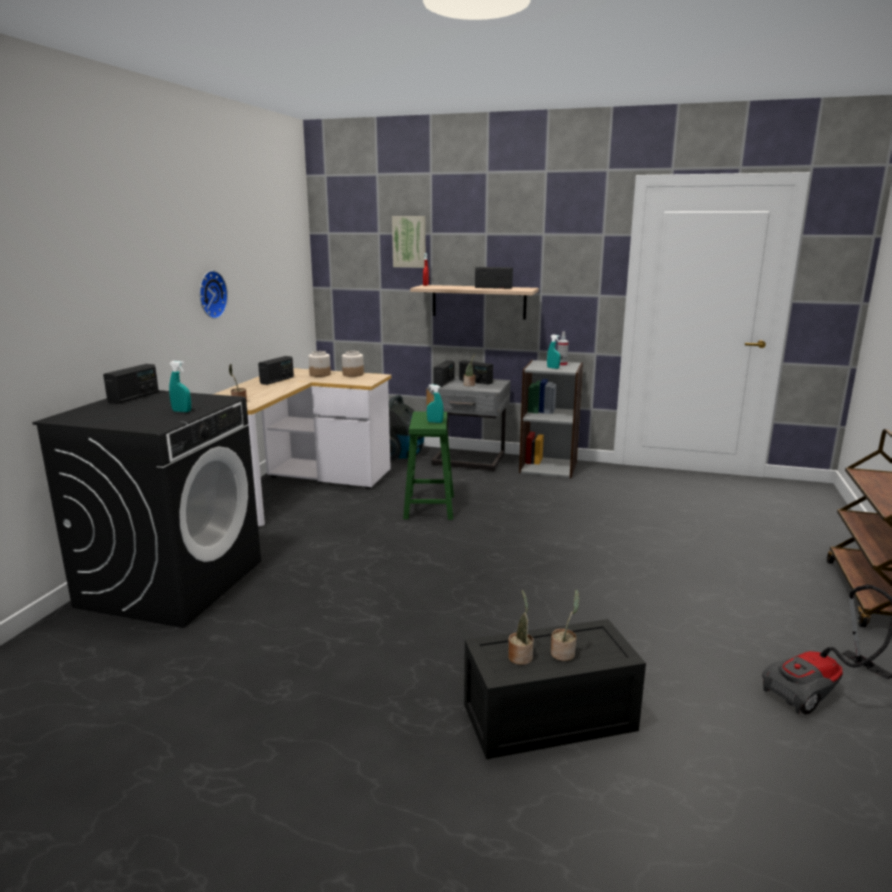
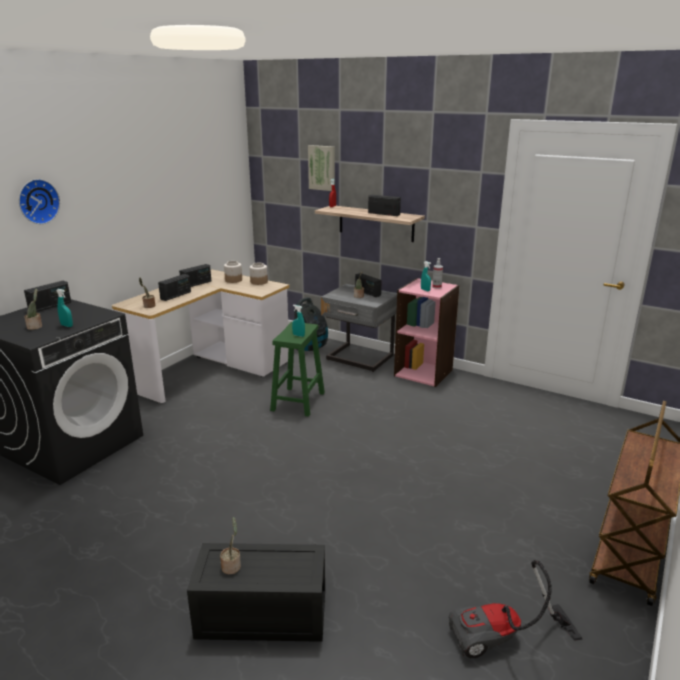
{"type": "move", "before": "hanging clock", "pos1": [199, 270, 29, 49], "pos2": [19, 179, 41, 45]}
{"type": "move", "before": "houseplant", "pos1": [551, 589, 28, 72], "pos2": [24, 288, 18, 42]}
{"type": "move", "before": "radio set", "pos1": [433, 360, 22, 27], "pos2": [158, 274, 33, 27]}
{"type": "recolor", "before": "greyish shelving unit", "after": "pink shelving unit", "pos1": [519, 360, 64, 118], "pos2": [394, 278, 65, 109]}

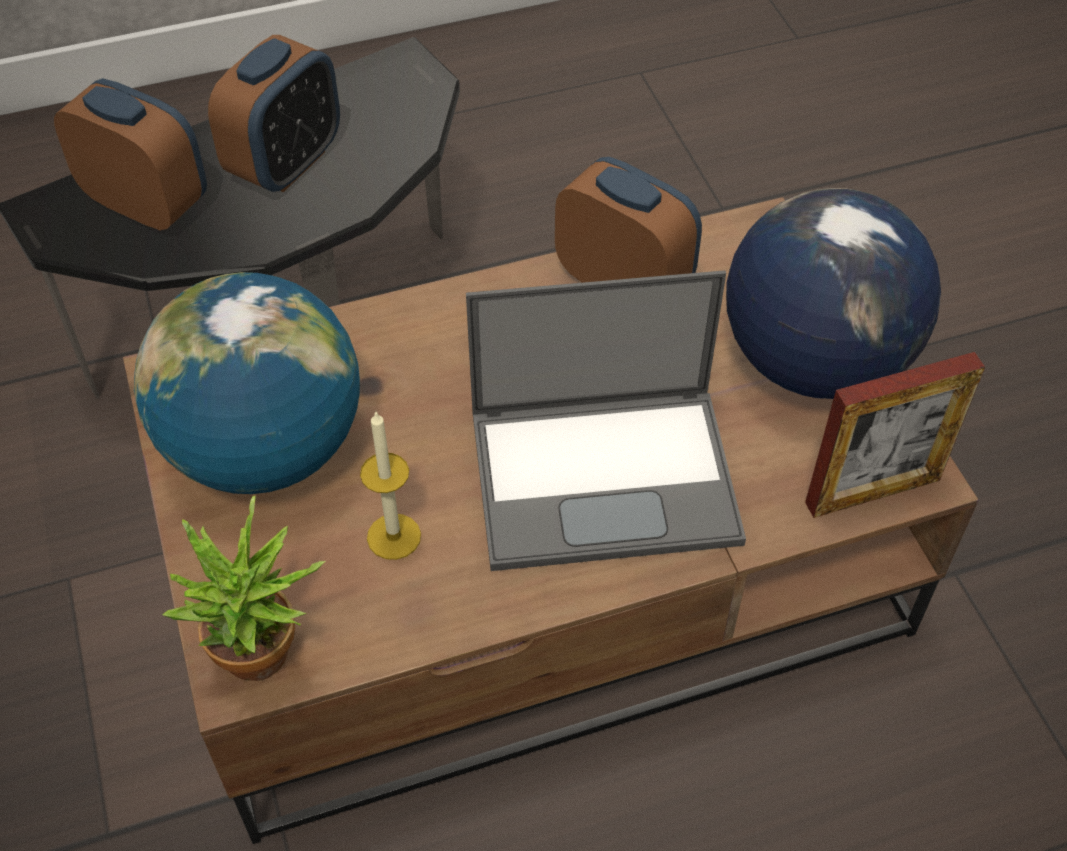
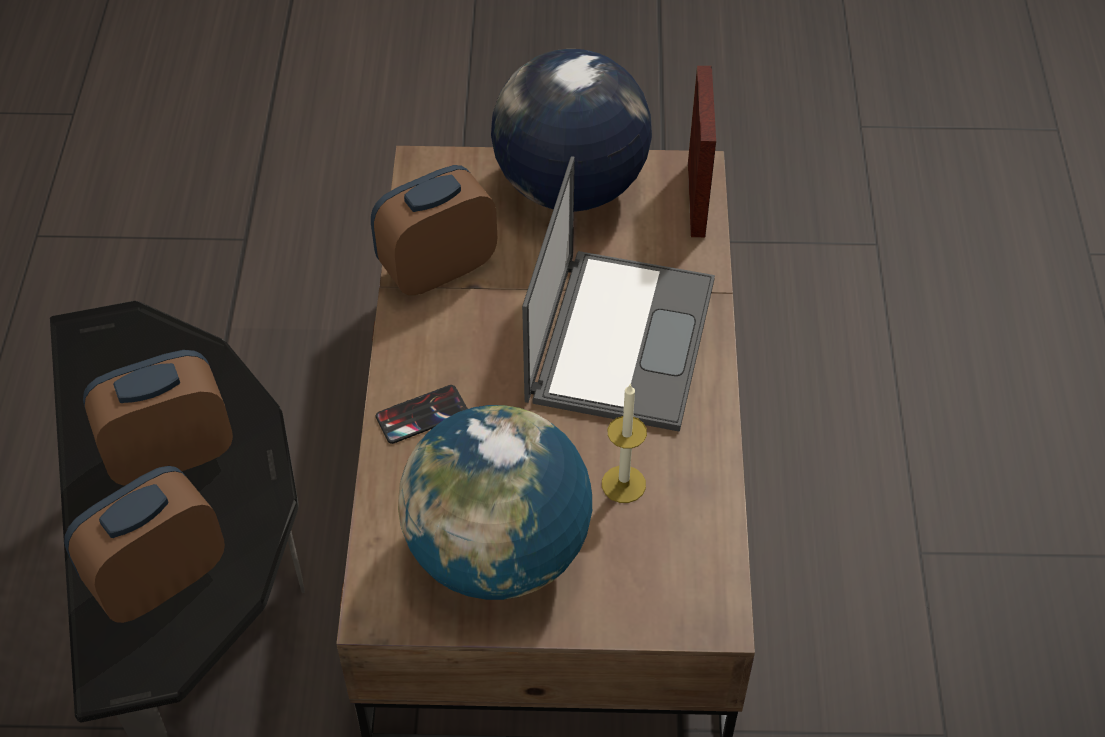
{"type": "rotate", "before": "table clock", "pos1": [208, 35, 132, 157], "pos2": [83, 350, 150, 136], "turn": -75}
{"type": "insert", "after": "phone", "pos2": [376, 385, 92, 59]}
{"type": "delete", "before": "houseplant", "pos1": [162, 495, 164, 186]}

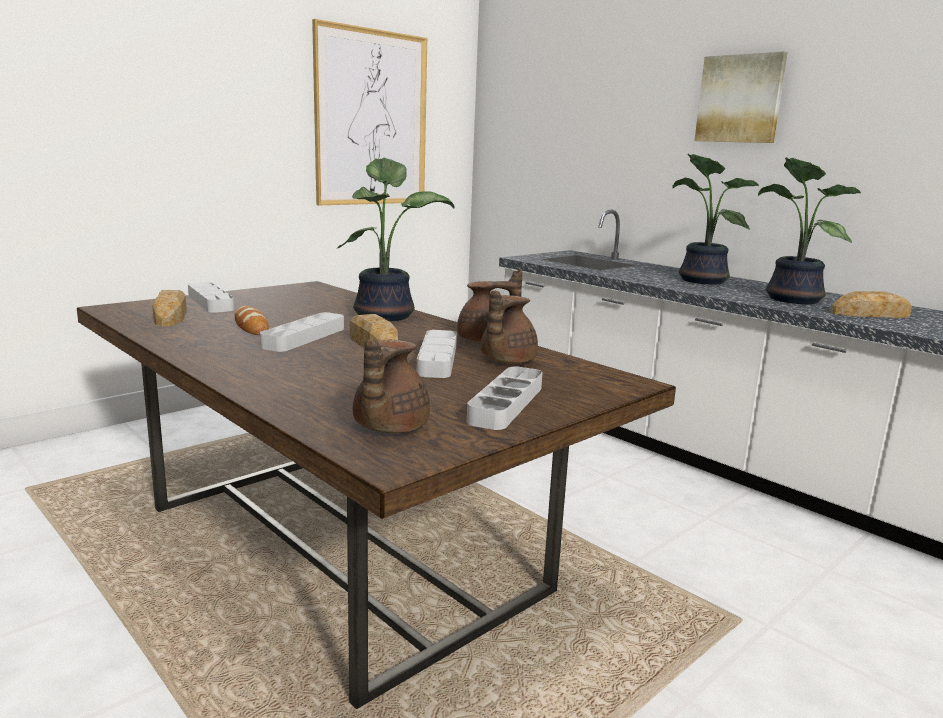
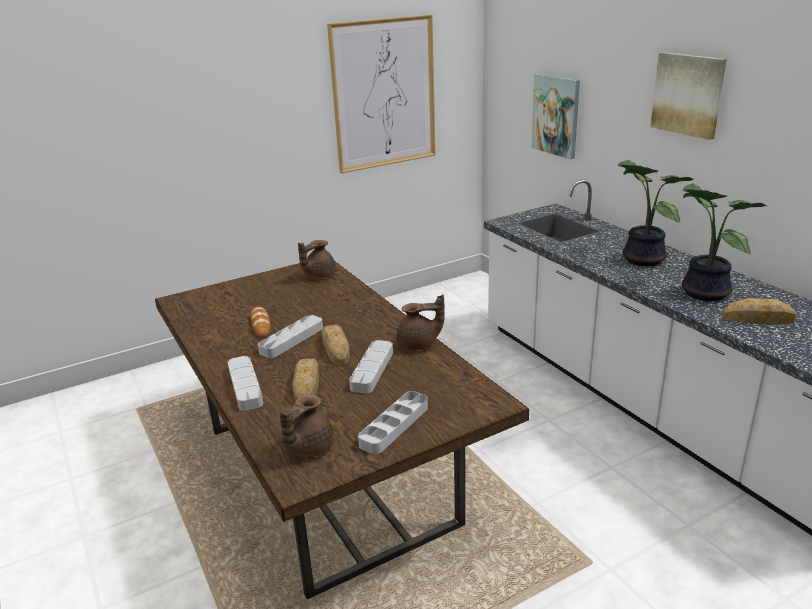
{"type": "move", "before": "greyish carrying tray", "pos1": [188, 282, 46, 31], "pos2": [228, 356, 35, 55]}
{"type": "move", "before": "baked bread", "pos1": [152, 290, 35, 37], "pos2": [292, 358, 27, 43]}
{"type": "move", "before": "brownish tea pot", "pos1": [480, 290, 58, 74], "pos2": [298, 240, 37, 38]}
{"type": "insert", "after": "wall picture", "pos2": [531, 73, 49, 86]}
{"type": "delete", "before": "houseplant", "pos1": [337, 158, 117, 163]}

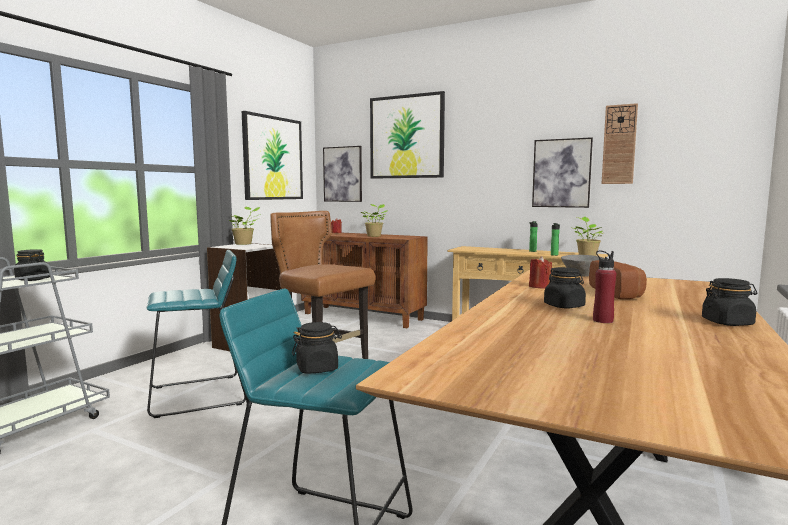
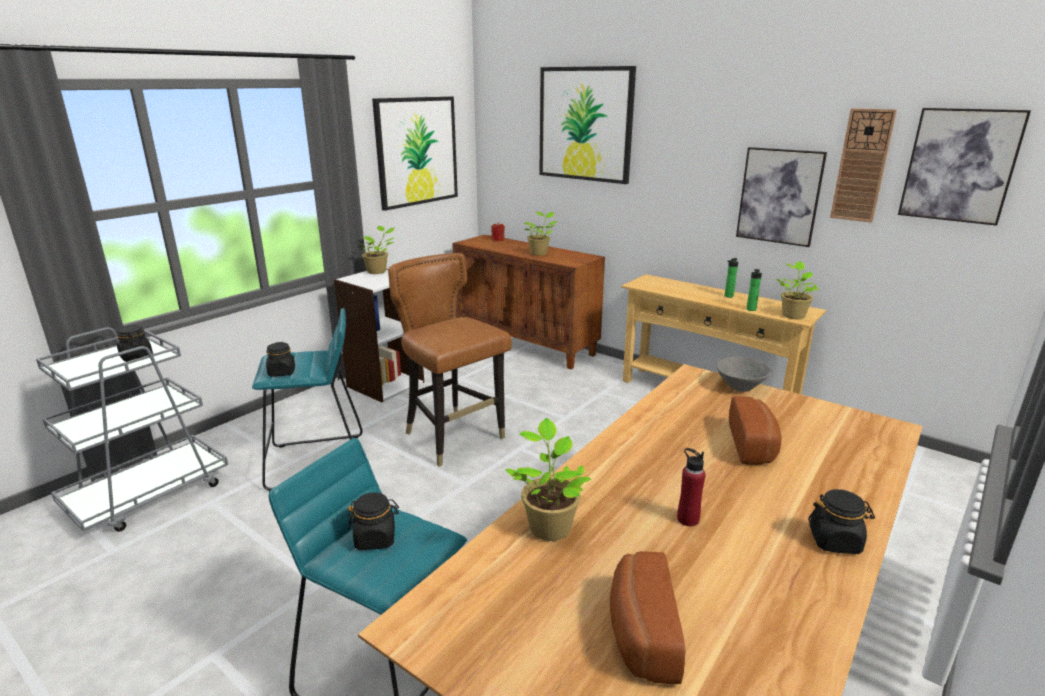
{"type": "move", "before": "black jar", "pos1": [544, 267, 42, 41], "pos2": [266, 342, 29, 35]}
{"type": "insert", "after": "houseplant", "pos2": [505, 418, 86, 123]}
{"type": "insert", "after": "baked bread", "pos2": [610, 551, 76, 133]}
{"type": "move", "before": "wall picture", "pos1": [323, 146, 39, 56], "pos2": [898, 108, 133, 118]}
{"type": "delete", "before": "red-coloured wax candle", "pos1": [529, 256, 23, 33]}

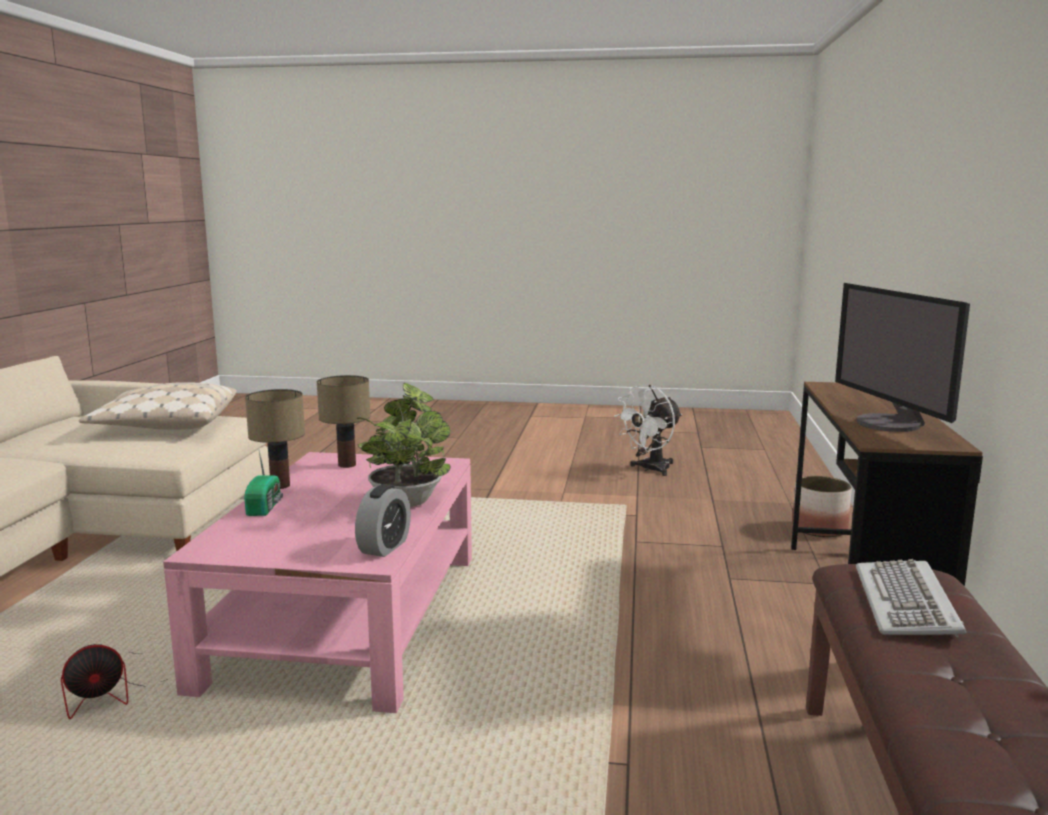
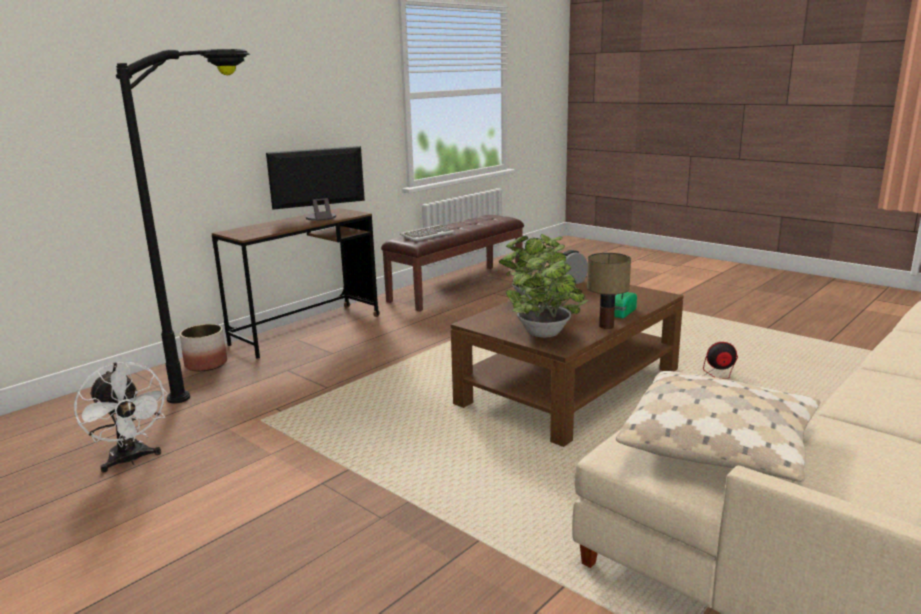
{"type": "rotate", "before": "whitish fan", "pos1": [614, 385, 68, 91], "pos2": [74, 362, 94, 110], "turn": 60}
{"type": "insert", "after": "black standard lamp", "pos2": [116, 49, 134, 355]}
{"type": "rotate", "before": "computer display", "pos1": [835, 283, 135, 149], "pos2": [266, 146, 99, 75], "turn": -135}
{"type": "recolor", "before": "pink lounge table", "after": "brownish lounge table", "pos1": [163, 452, 309, 261], "pos2": [451, 276, 232, 171]}
{"type": "replace", "before": "tabletop lamp", "after": "houseplant", "pos1": [317, 375, 53, 93], "pos2": [506, 257, 82, 81]}

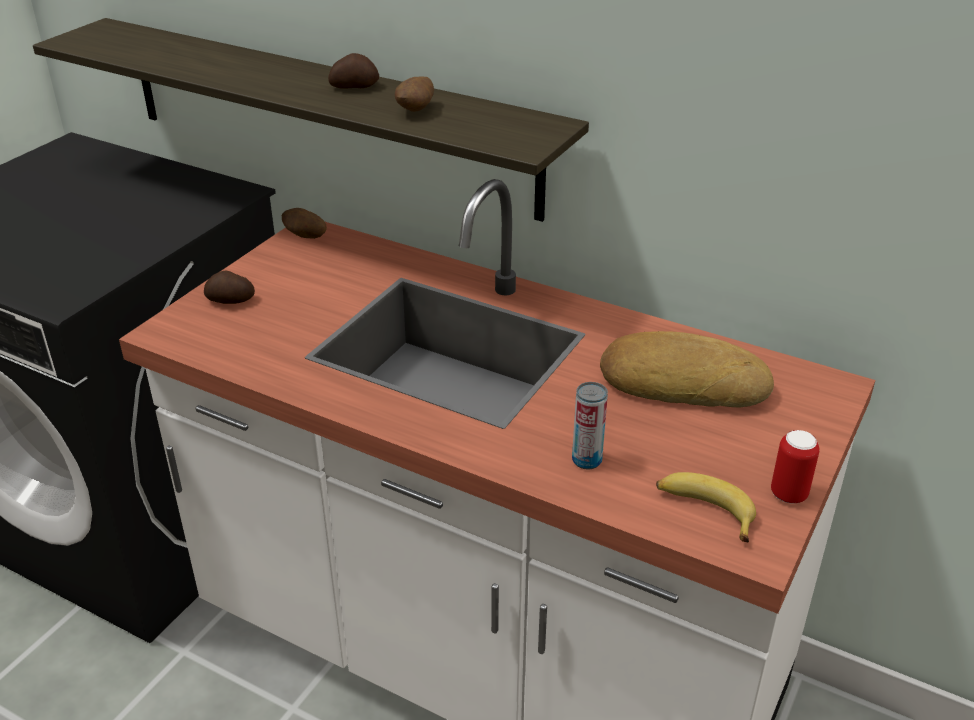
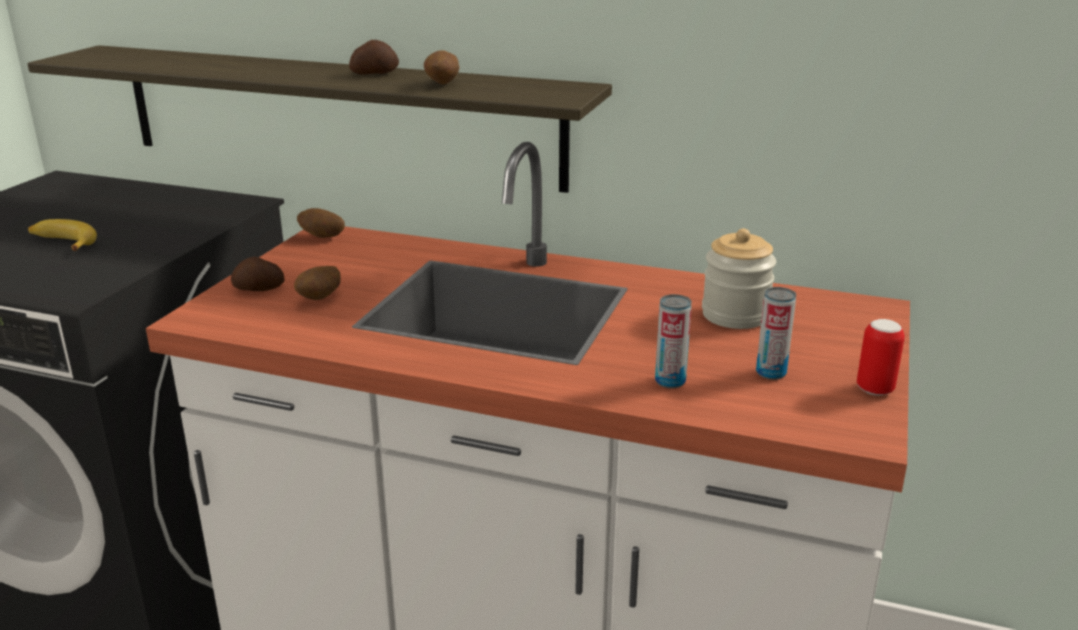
{"type": "move", "before": "whole banana", "pos1": [656, 472, 100, 70], "pos2": [28, 219, 69, 32]}
{"type": "insert", "after": "spud", "pos2": [294, 266, 47, 34]}
{"type": "replace", "before": "baked bread", "after": "jar", "pos1": [600, 331, 174, 76], "pos2": [702, 229, 74, 100]}
{"type": "insert", "after": "sealed can", "pos2": [756, 287, 40, 93]}

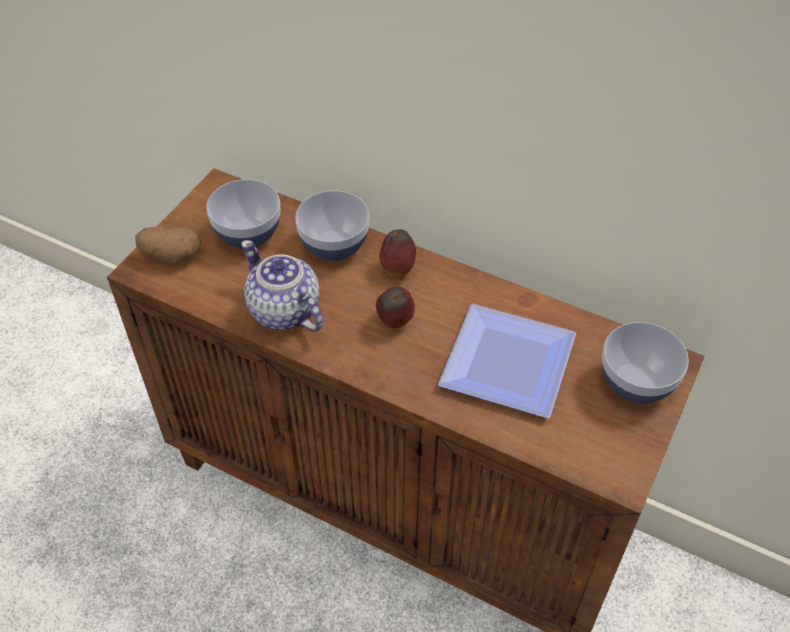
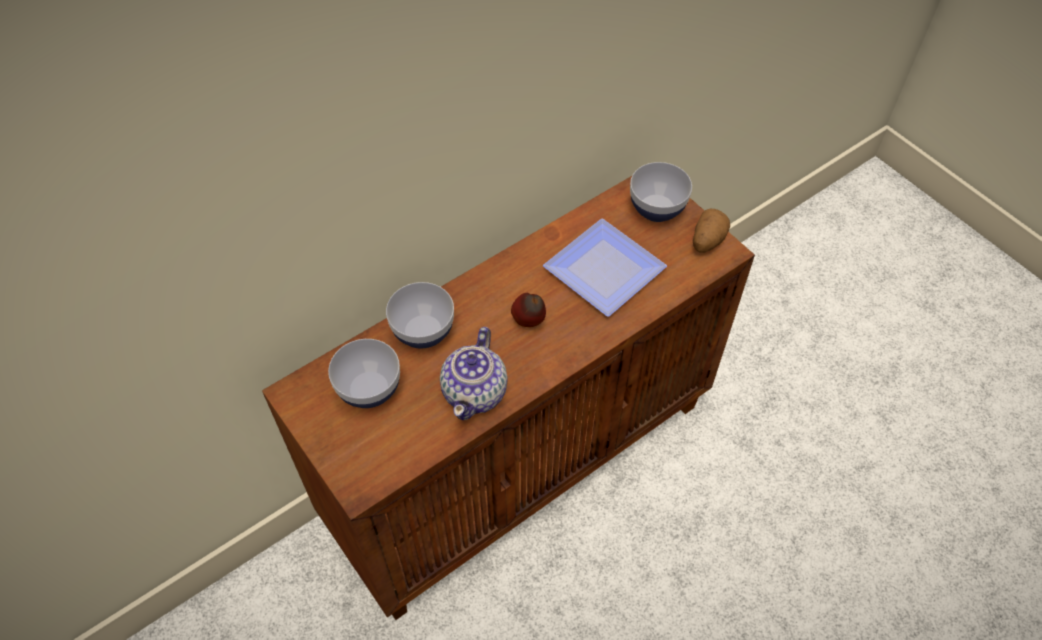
{"type": "rotate", "before": "tea pot", "pos1": [241, 240, 82, 92], "pos2": [440, 327, 68, 93], "turn": -60}
{"type": "move", "before": "spud", "pos1": [135, 227, 66, 36], "pos2": [693, 209, 37, 44]}
{"type": "delete", "before": "apple", "pos1": [379, 229, 37, 48]}

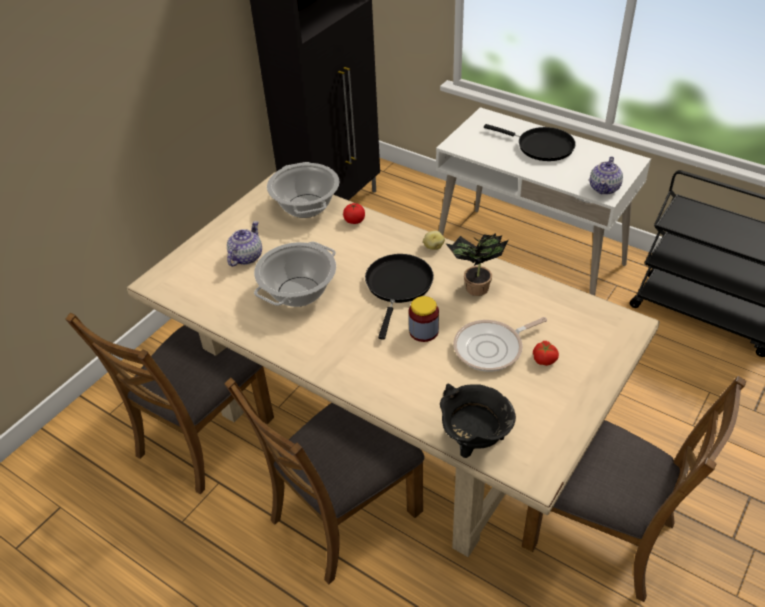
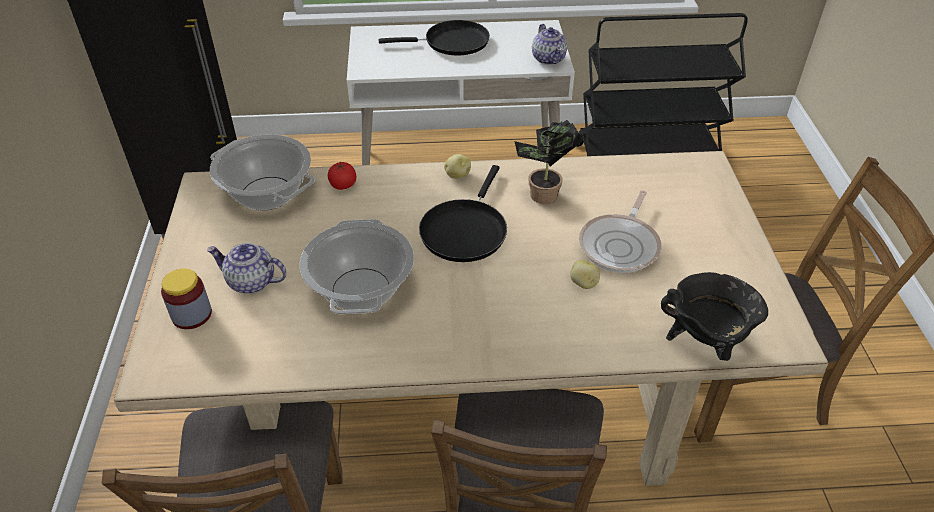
{"type": "move", "before": "jar", "pos1": [409, 296, 30, 46], "pos2": [161, 268, 51, 61]}
{"type": "rotate", "before": "tea pot", "pos1": [227, 221, 35, 45], "pos2": [207, 243, 80, 51], "turn": -60}
{"type": "rotate", "before": "black skillet", "pos1": [365, 254, 69, 86], "pos2": [419, 165, 88, 97], "turn": -135}
{"type": "insert", "after": "spud", "pos2": [570, 260, 30, 29]}
{"type": "delete", "before": "tomato", "pos1": [533, 341, 26, 25]}

